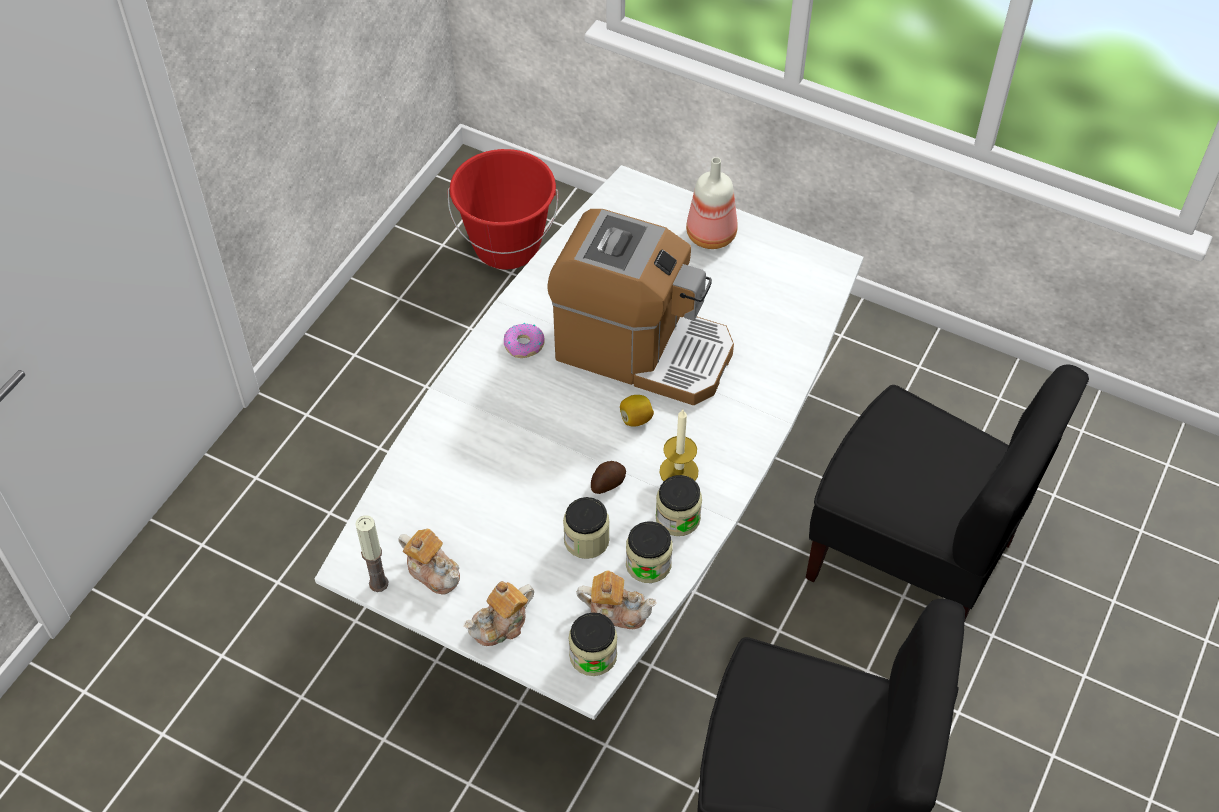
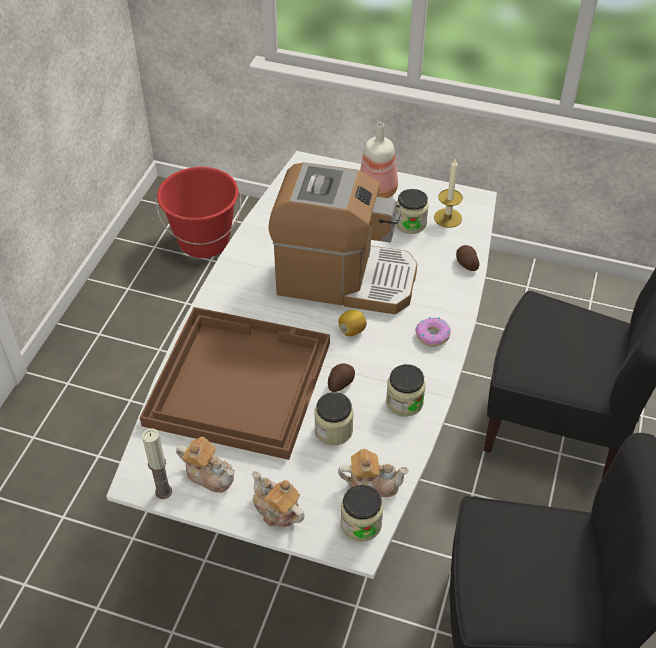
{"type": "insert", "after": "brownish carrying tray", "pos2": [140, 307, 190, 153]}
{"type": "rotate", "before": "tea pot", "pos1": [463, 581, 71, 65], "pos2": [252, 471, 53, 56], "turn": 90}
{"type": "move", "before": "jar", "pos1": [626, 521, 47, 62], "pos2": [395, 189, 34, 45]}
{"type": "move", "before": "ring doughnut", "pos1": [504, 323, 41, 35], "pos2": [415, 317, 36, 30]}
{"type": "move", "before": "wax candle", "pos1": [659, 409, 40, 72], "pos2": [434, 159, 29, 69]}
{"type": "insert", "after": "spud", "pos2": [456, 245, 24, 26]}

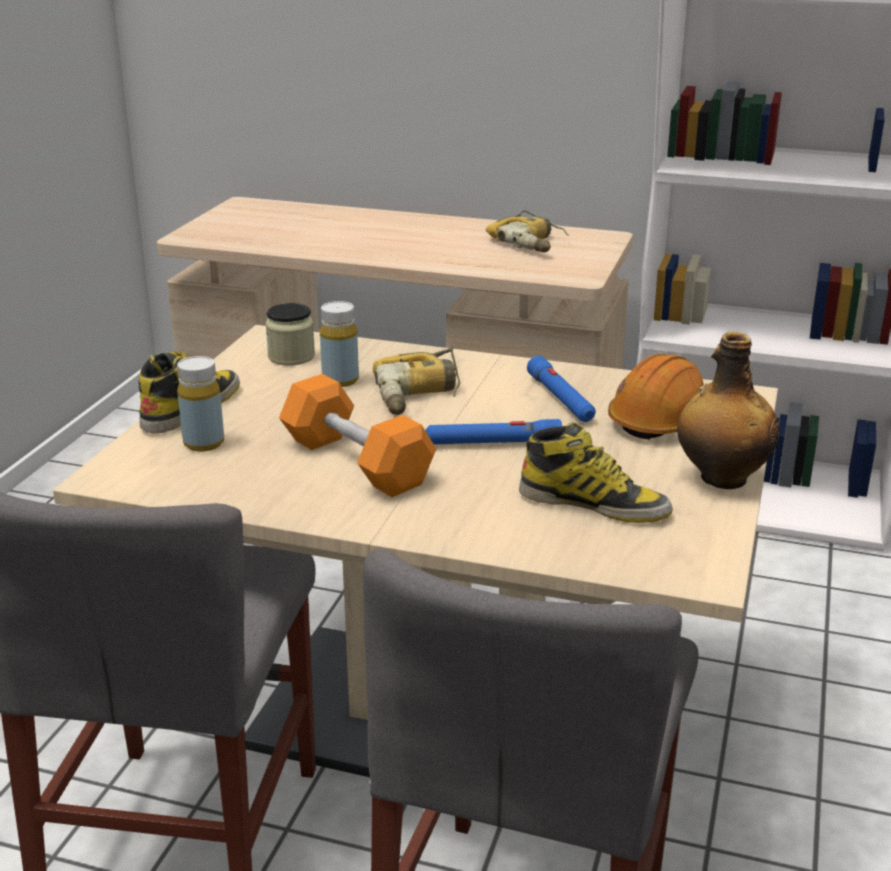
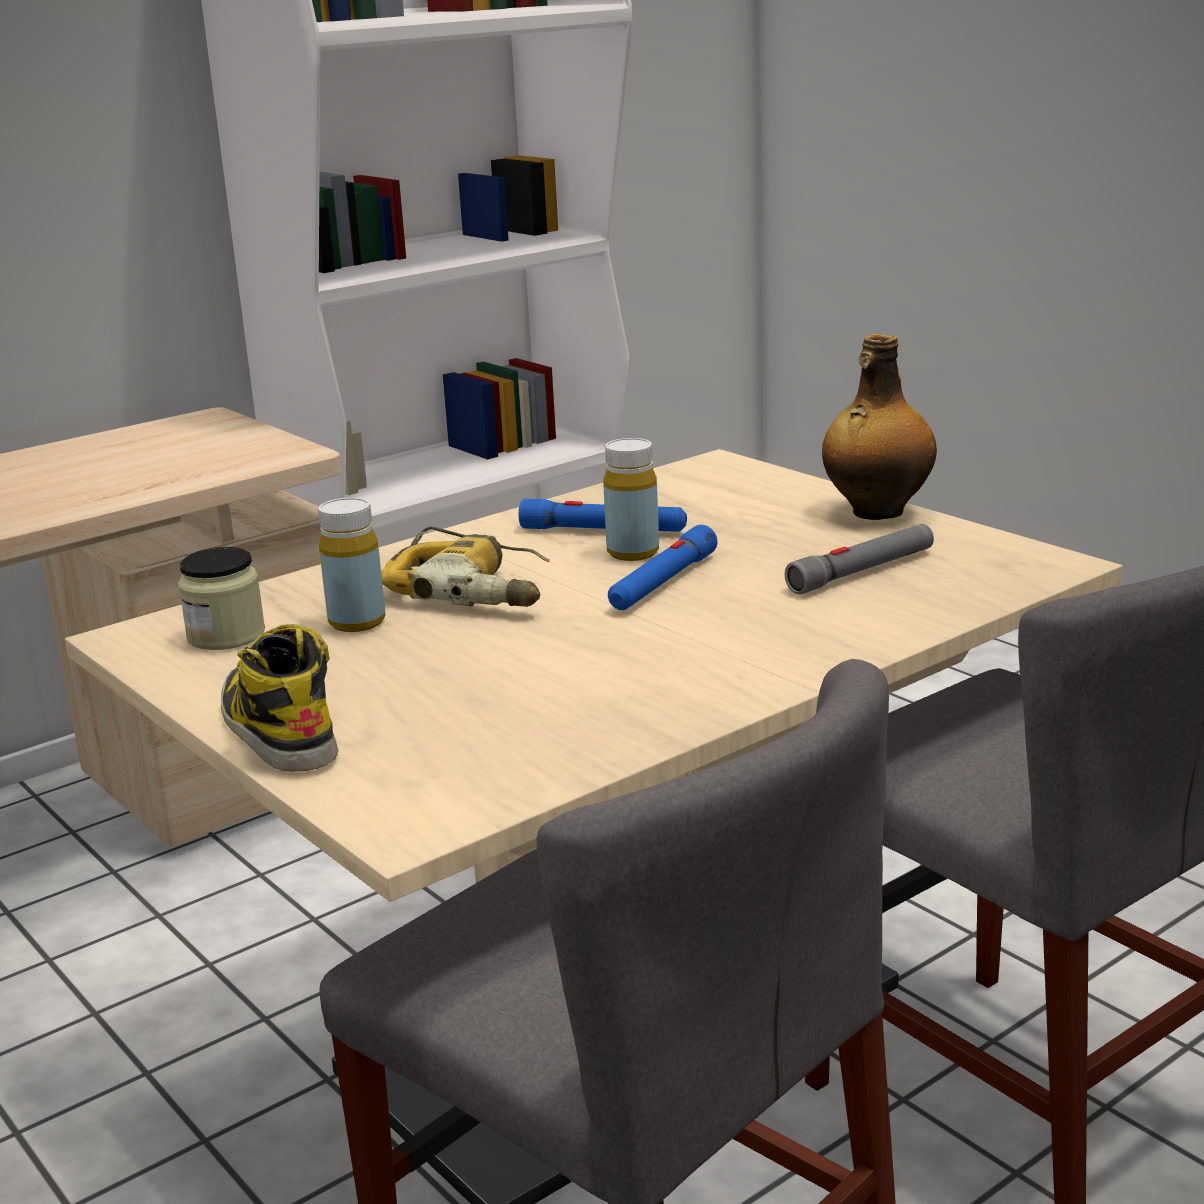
{"type": "move", "before": "yellow drink bottle", "pos1": [177, 356, 47, 95], "pos2": [603, 438, 56, 123]}
{"type": "replace", "before": "high-top boot", "after": "greyish flashlight", "pos1": [519, 422, 154, 101], "pos2": [785, 524, 149, 70]}
{"type": "delete", "before": "orange-coloured free weight", "pos1": [279, 374, 157, 123]}
{"type": "delete", "before": "power drill", "pos1": [486, 210, 83, 43]}
{"type": "delete", "before": "orange-coloured safety helmet", "pos1": [608, 354, 96, 85]}

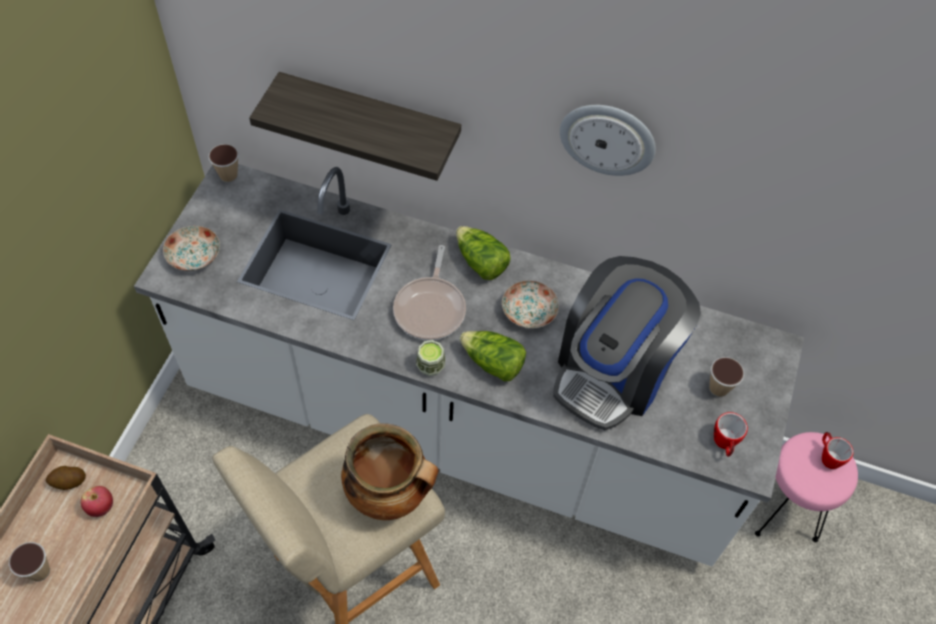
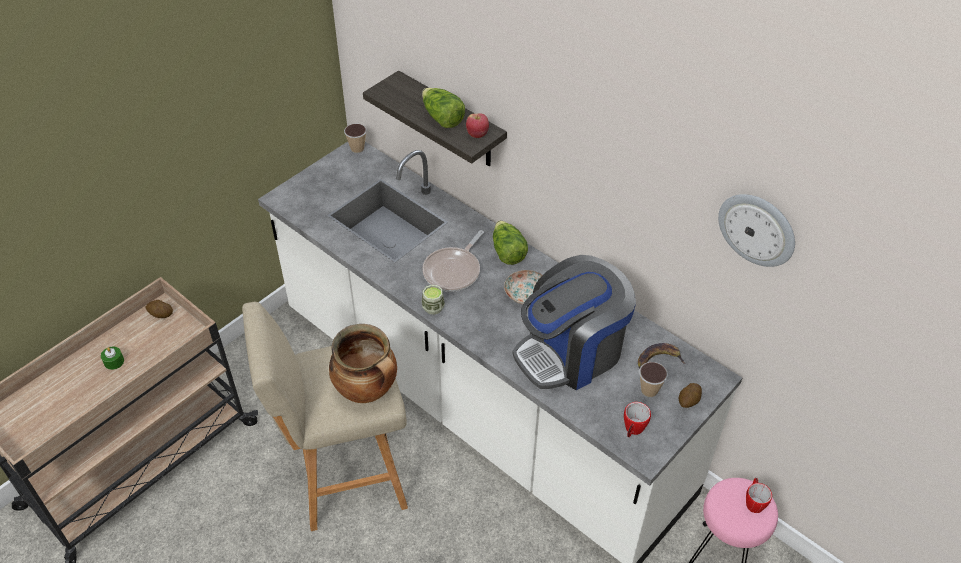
{"type": "replace", "before": "small cup", "after": "green-coloured wax candle", "pos1": [9, 542, 41, 40], "pos2": [101, 346, 23, 24]}
{"type": "move", "before": "lettuce", "pos1": [459, 331, 67, 51], "pos2": [422, 88, 43, 40]}
{"type": "move", "before": "apple", "pos1": [81, 486, 32, 31], "pos2": [466, 113, 23, 25]}
{"type": "insert", "after": "whole banana", "pos2": [638, 343, 48, 26]}
{"type": "insert", "after": "spud", "pos2": [679, 383, 23, 25]}
{"type": "move", "before": "hanging clock", "pos1": [560, 105, 96, 71], "pos2": [718, 194, 77, 73]}
{"type": "delete", "before": "plate", "pos1": [163, 226, 57, 45]}

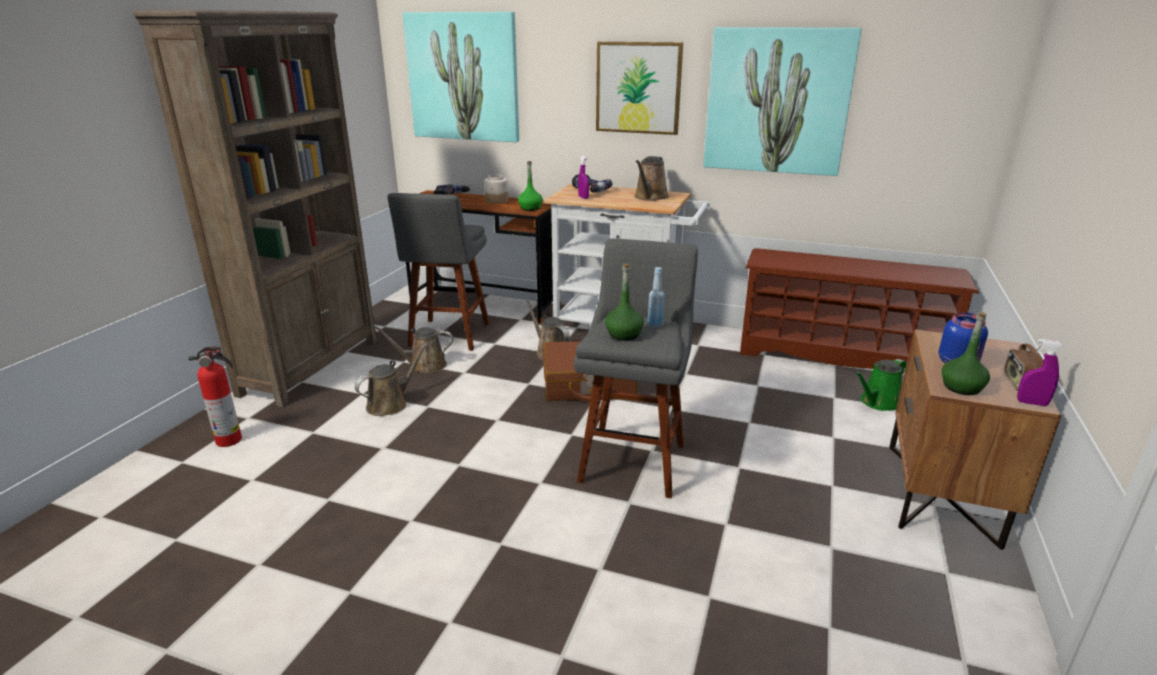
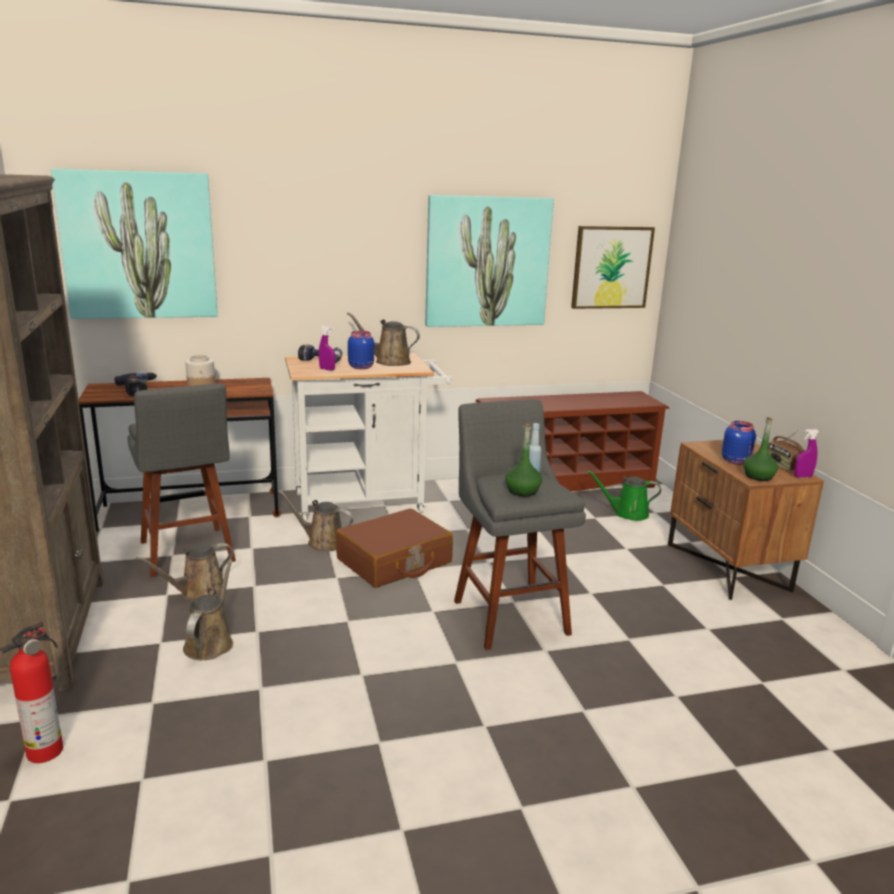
{"type": "rotate", "before": "brownish sprinkling can", "pos1": [634, 156, 35, 45], "pos2": [347, 312, 73, 54], "turn": 120}
{"type": "insert", "after": "blue-coloured jar", "pos2": [348, 331, 26, 38]}
{"type": "move", "before": "wall picture", "pos1": [596, 42, 87, 93], "pos2": [571, 226, 84, 83]}
{"type": "rotate", "before": "green-coloured sprinkling can", "pos1": [855, 359, 52, 52], "pos2": [587, 470, 74, 51], "turn": 75}
{"type": "delete", "before": "green-coloured drink bottle", "pos1": [518, 161, 25, 50]}

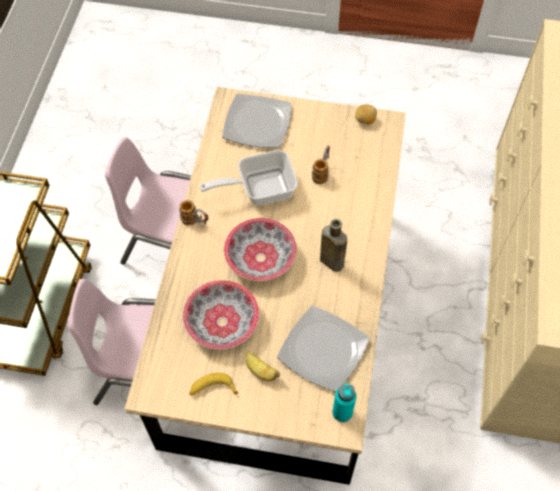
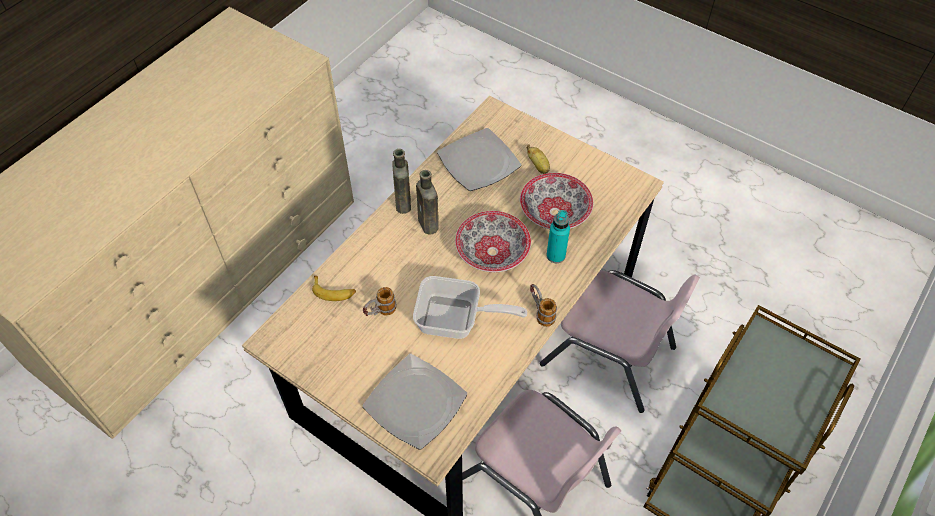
{"type": "move", "before": "whole banana", "pos1": [189, 373, 49, 23], "pos2": [312, 276, 44, 25]}
{"type": "insert", "after": "brownish drink bottle", "pos2": [392, 149, 19, 65]}
{"type": "move", "before": "turquoise-coloured drink bottle", "pos1": [332, 383, 24, 39], "pos2": [546, 210, 24, 53]}
{"type": "delete", "before": "spud", "pos1": [355, 104, 22, 20]}

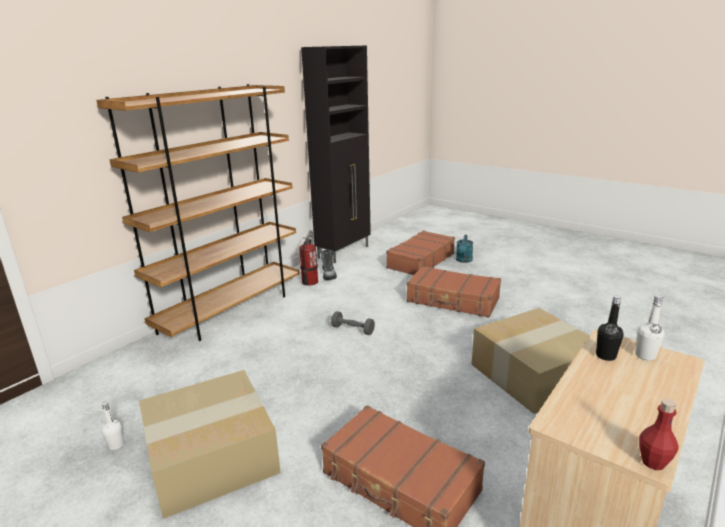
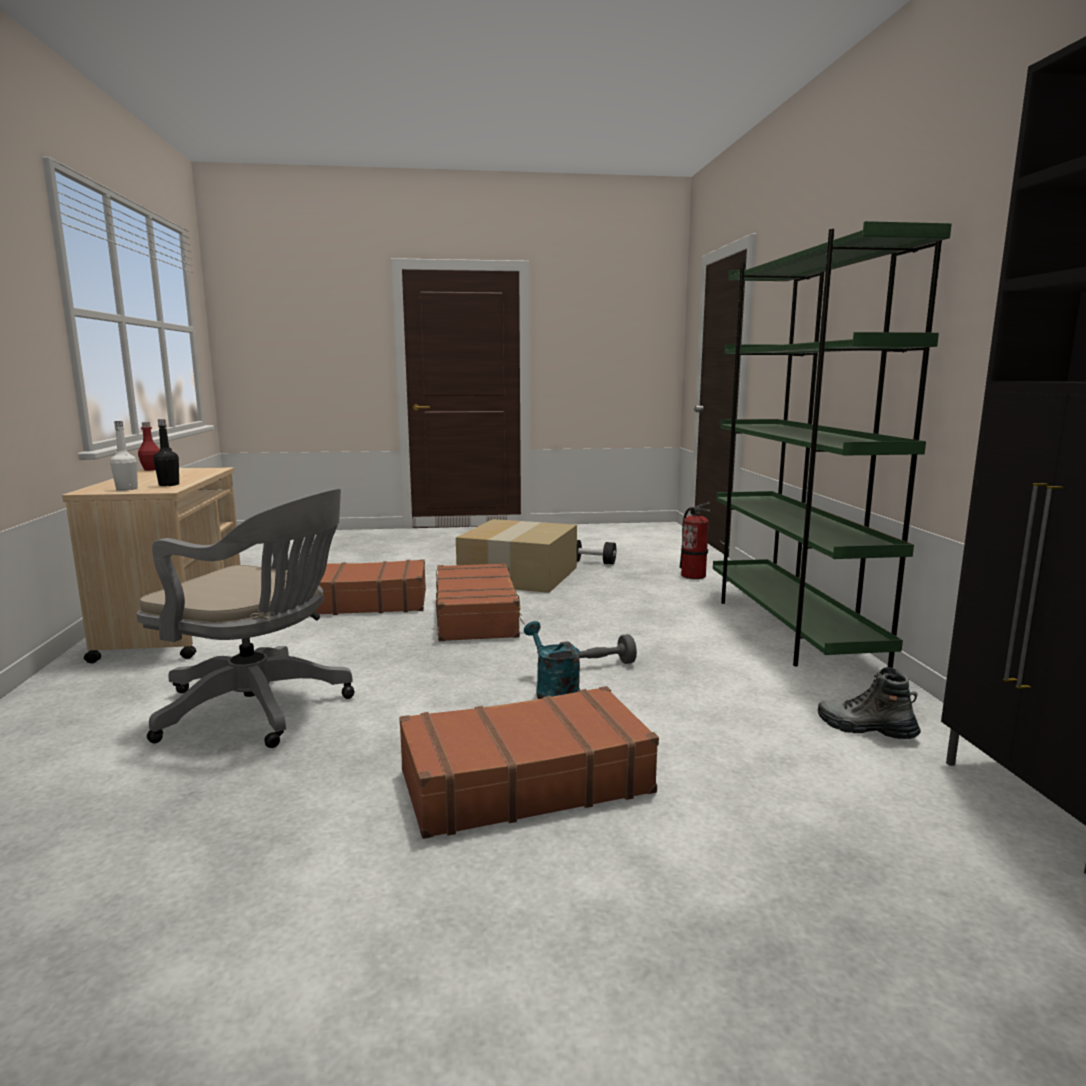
{"type": "replace", "before": "cardboard box", "after": "greyish computer chair", "pos1": [472, 308, 118, 106], "pos2": [137, 489, 218, 259]}
{"type": "move", "before": "brownish piece of luggage", "pos1": [386, 230, 69, 45], "pos2": [436, 563, 89, 78]}
{"type": "move", "before": "turquoise-coloured sprinkling can", "pos1": [456, 235, 17, 28], "pos2": [524, 621, 56, 78]}
{"type": "replace", "before": "whitish drink bottle", "after": "black free weight", "pos1": [102, 402, 22, 48], "pos2": [577, 540, 39, 24]}
{"type": "move", "before": "extinguisher", "pos1": [299, 230, 19, 56], "pos2": [680, 502, 30, 77]}
{"type": "recolor", "before": "brownish shelving unit", "after": "green-coloured shelving unit", "pos1": [96, 84, 203, 257], "pos2": [713, 221, 239, 447]}

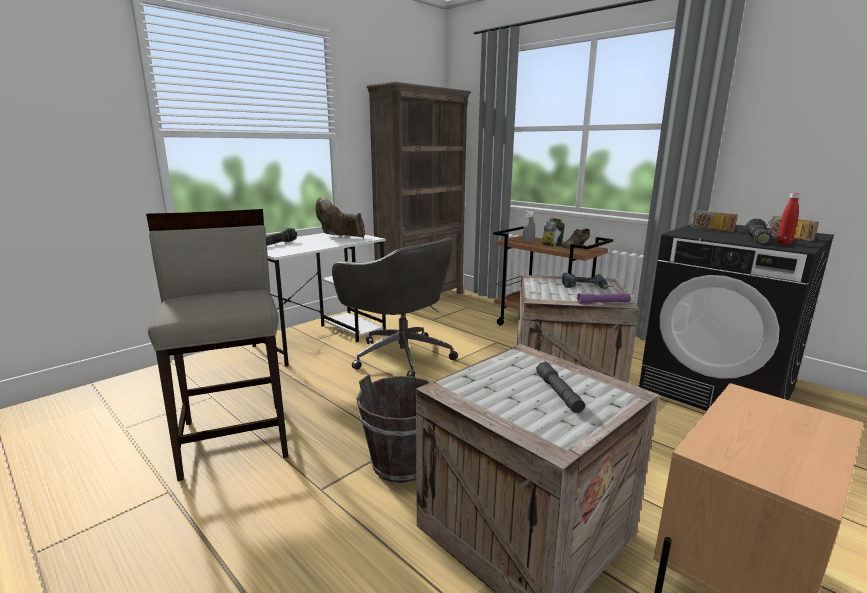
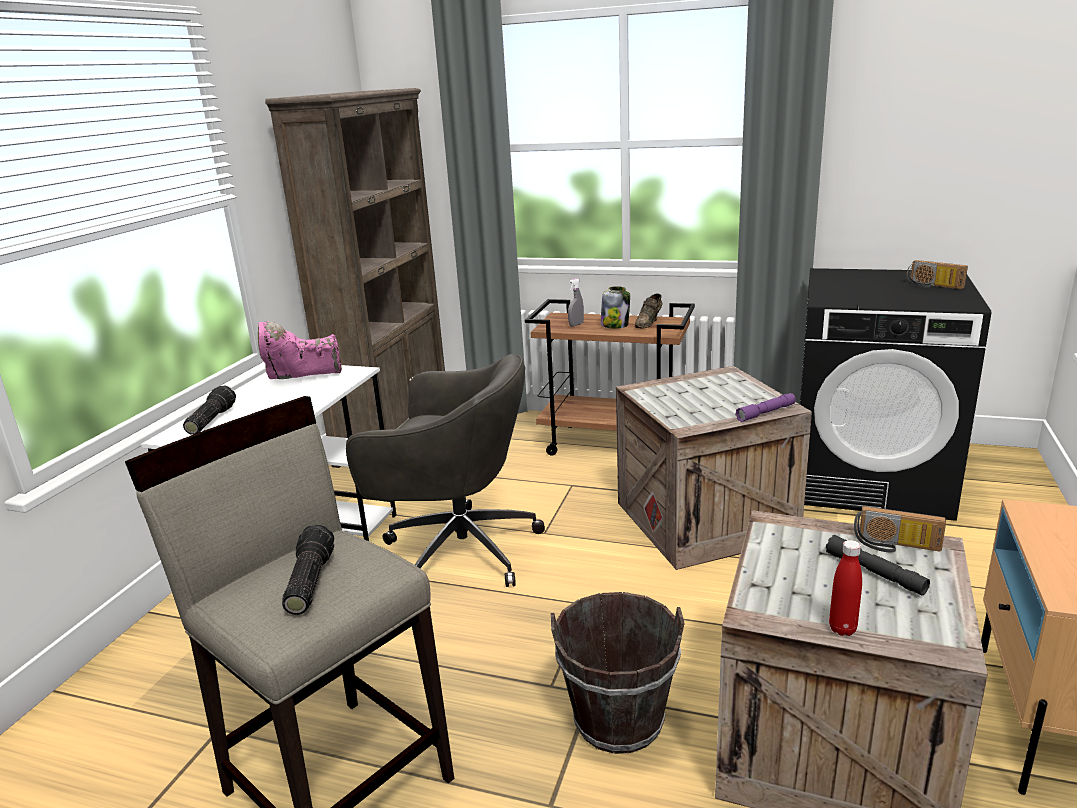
{"type": "recolor", "before": "brownish high-top boot", "after": "pink high-top boot", "pos1": [316, 198, 49, 40], "pos2": [258, 321, 84, 58]}
{"type": "move", "before": "flashlight", "pos1": [745, 219, 27, 26], "pos2": [282, 524, 52, 91]}
{"type": "move", "before": "red-coloured drink bottle", "pos1": [777, 193, 23, 52], "pos2": [829, 540, 33, 96]}
{"type": "move", "before": "radio set", "pos1": [690, 210, 48, 22], "pos2": [854, 506, 92, 46]}
{"type": "delete", "before": "power drill", "pos1": [562, 273, 46, 16]}

